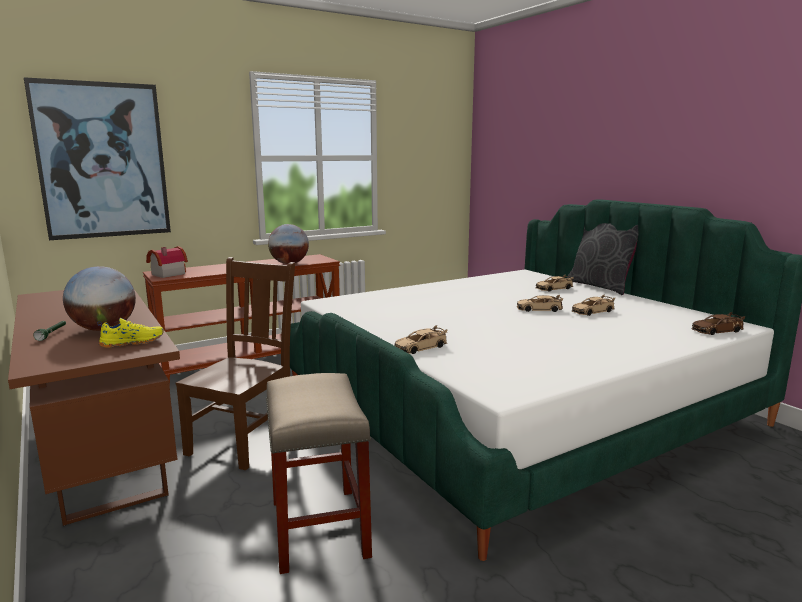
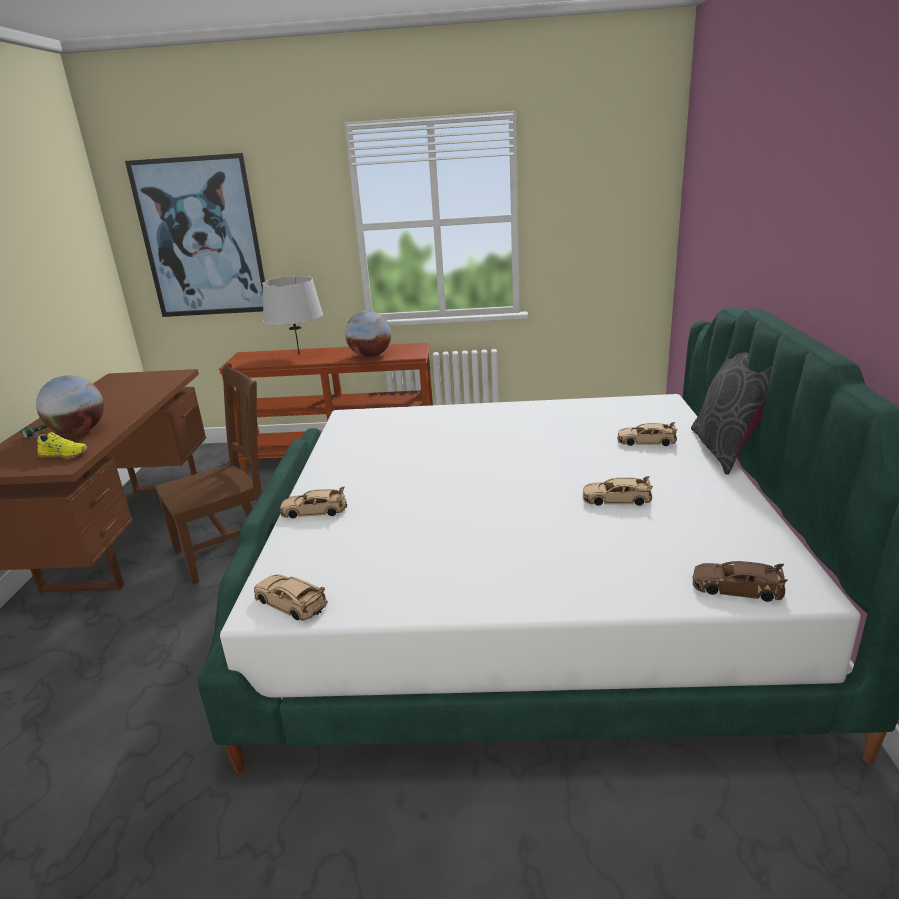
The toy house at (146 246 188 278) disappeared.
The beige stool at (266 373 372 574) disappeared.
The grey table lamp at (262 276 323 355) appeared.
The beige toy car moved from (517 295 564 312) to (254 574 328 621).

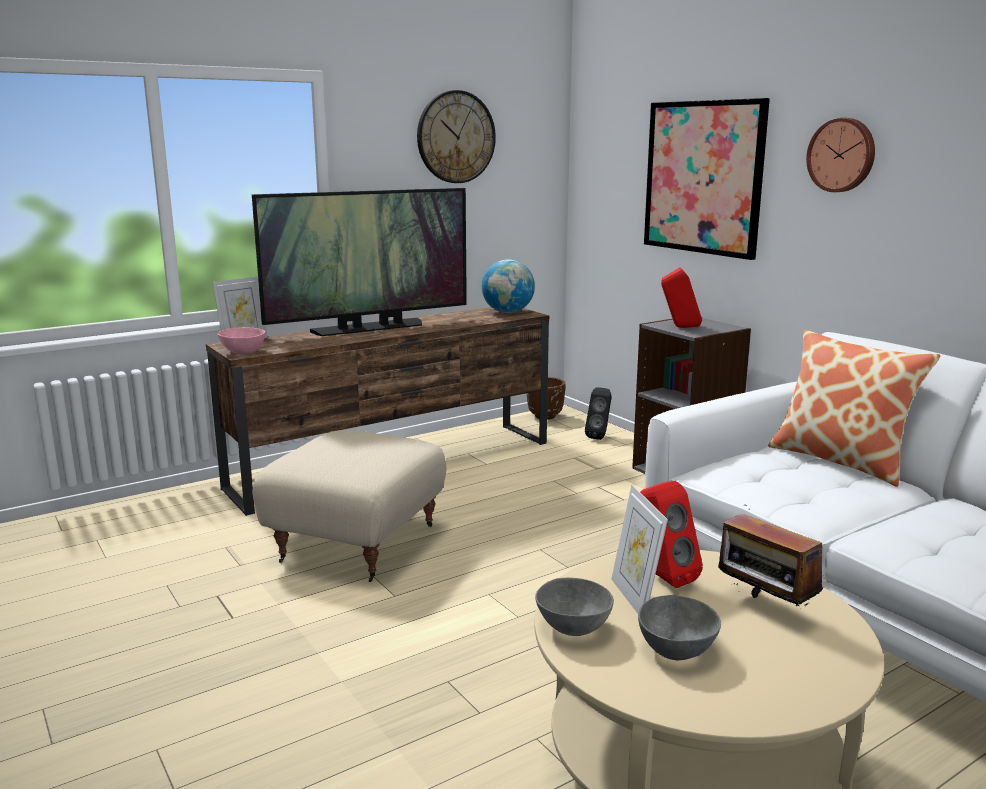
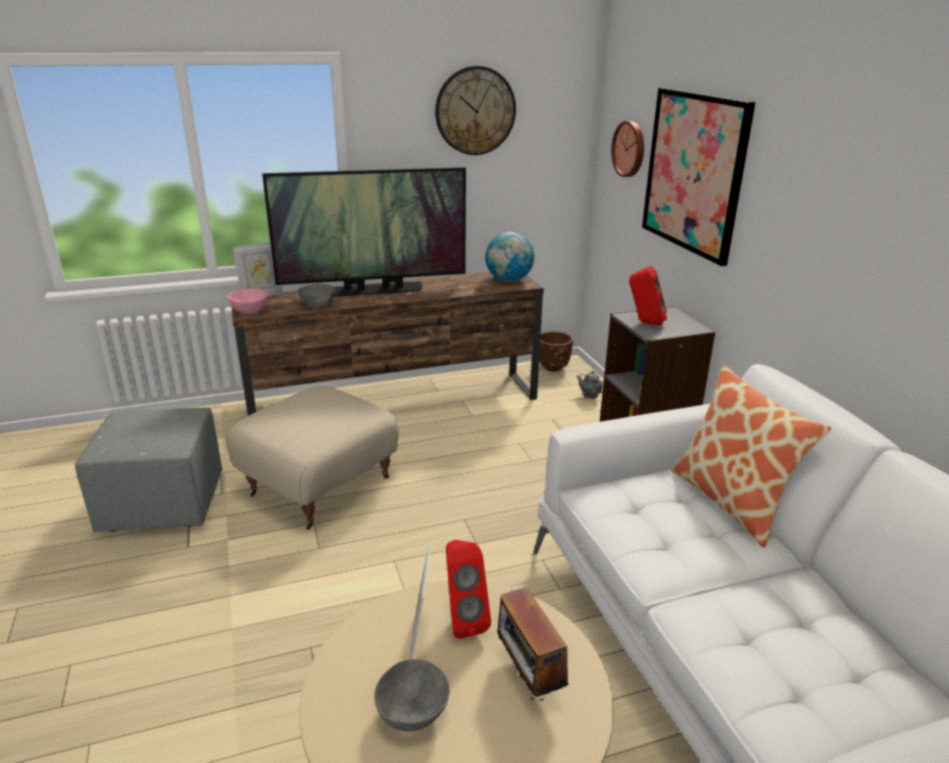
The grey ottoman at (75 408 222 532) appeared.
The grey bowl moved from (535 578 614 636) to (298 283 336 308).
The wall clock moved from (806 118 875 192) to (611 121 644 177).
The black speaker at (585 388 612 440) was replaced by the teapot at (576 371 604 399).

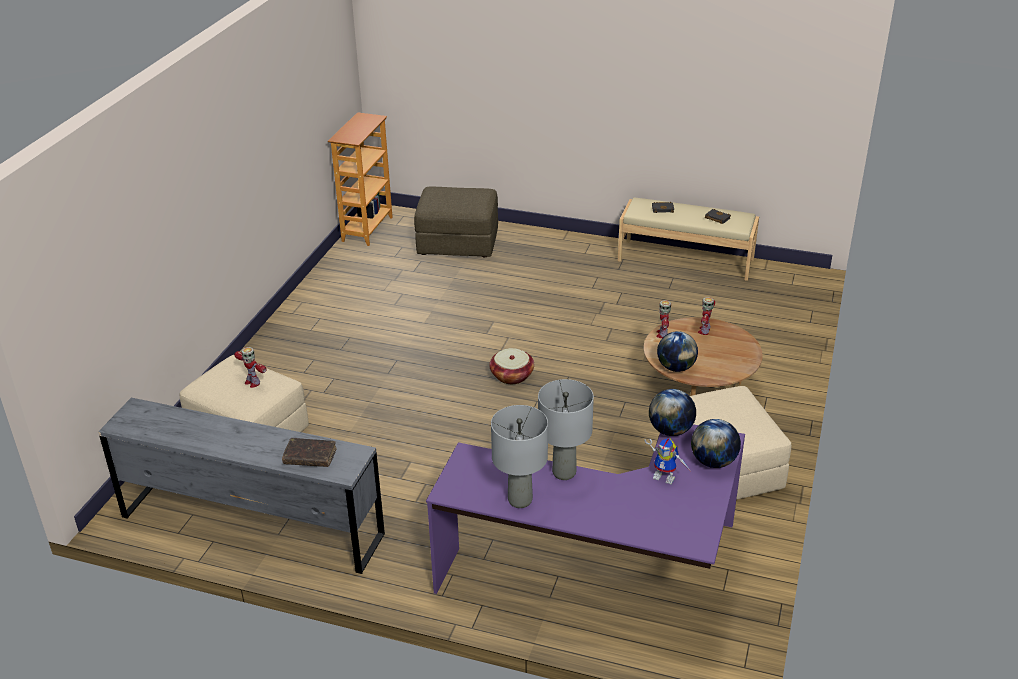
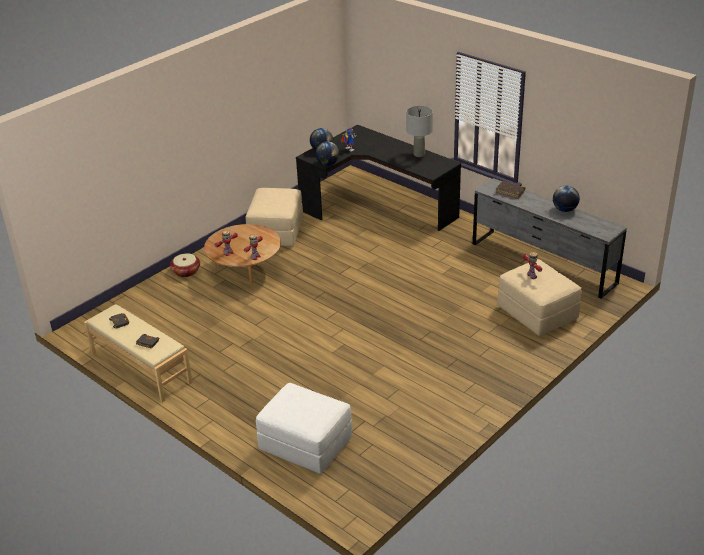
The bookcase at (328 112 393 246) disappeared.
The grey table lamp at (538 379 594 480) disappeared.
The basket moved from (489 348 534 384) to (170 253 200 277).
The globe moved from (657 331 698 372) to (553 186 580 212).
The brown ottoman at (414 187 498 258) became the white ottoman at (256 383 352 474).
The purple desk at (426 424 745 594) became the black desk at (296 124 461 231).

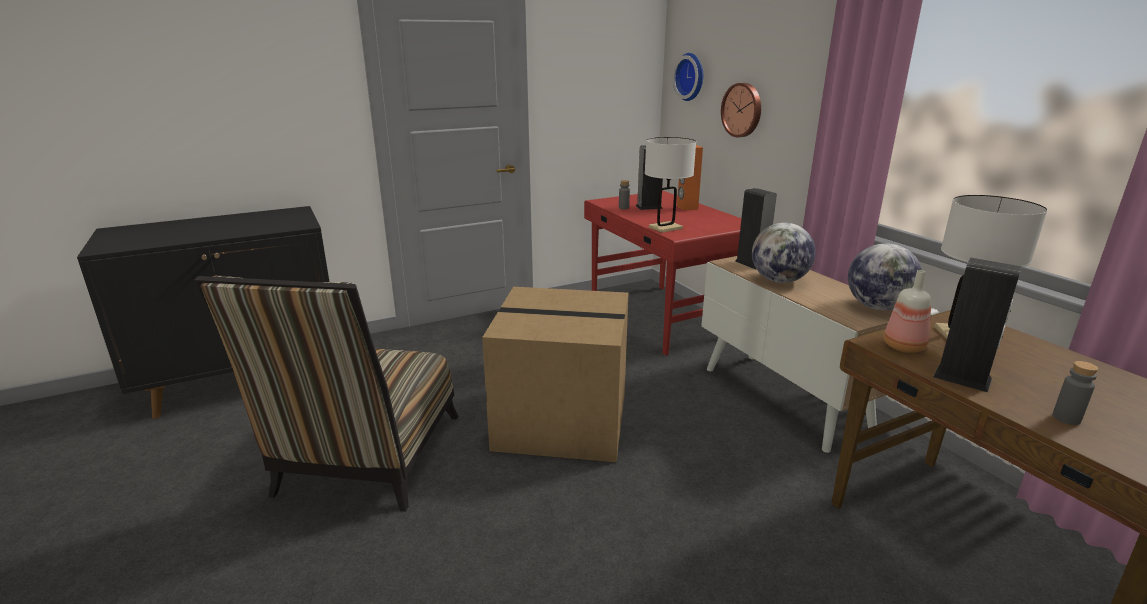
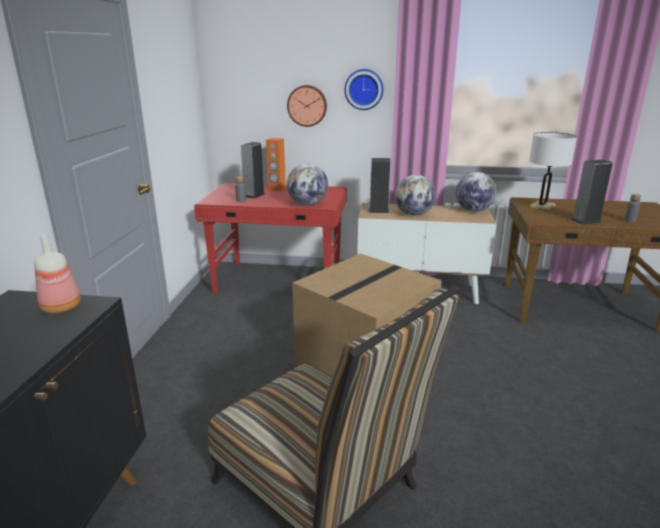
The wall clock moved from (673 53 703 101) to (344 69 383 110).
The bottle moved from (884 270 931 353) to (34 234 81 314).
The white table lamp at (645 137 696 233) was replaced by the globe at (287 163 328 205).

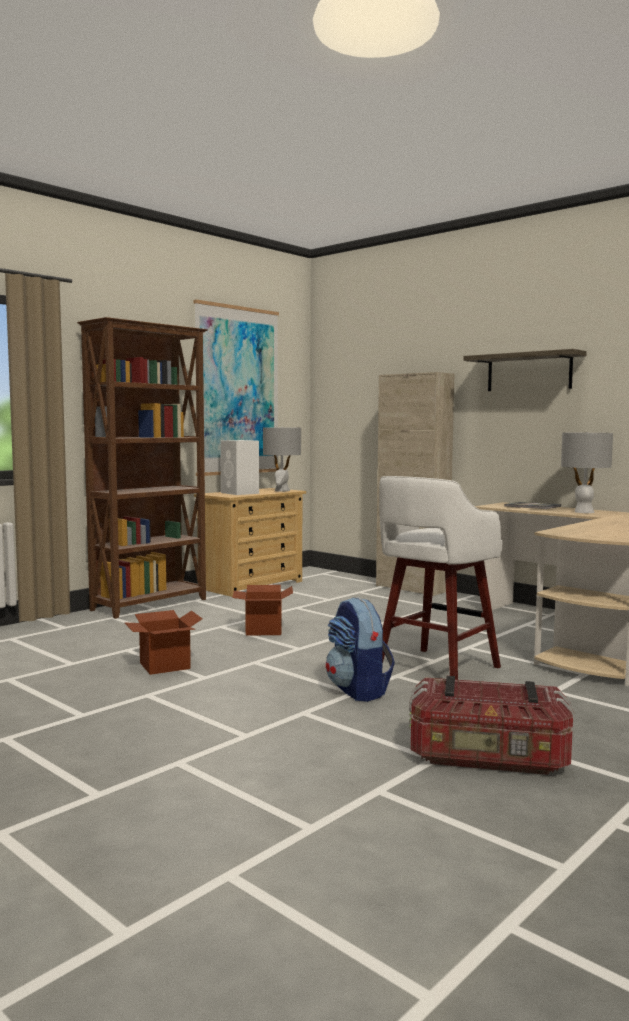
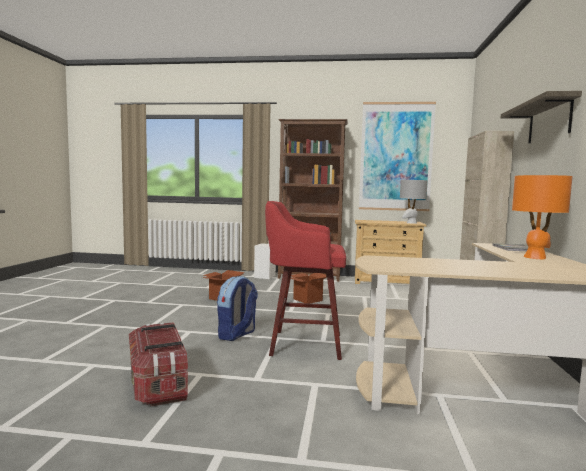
The white speaker moved from (220 440 259 495) to (254 243 276 279).
The white stool at (379 476 503 680) became the red stool at (265 201 346 360).
The grey table lamp at (561 432 613 513) became the orange table lamp at (512 175 573 259).

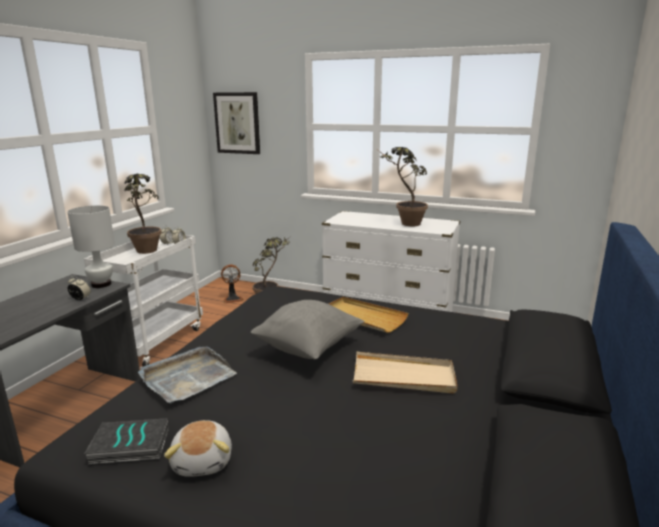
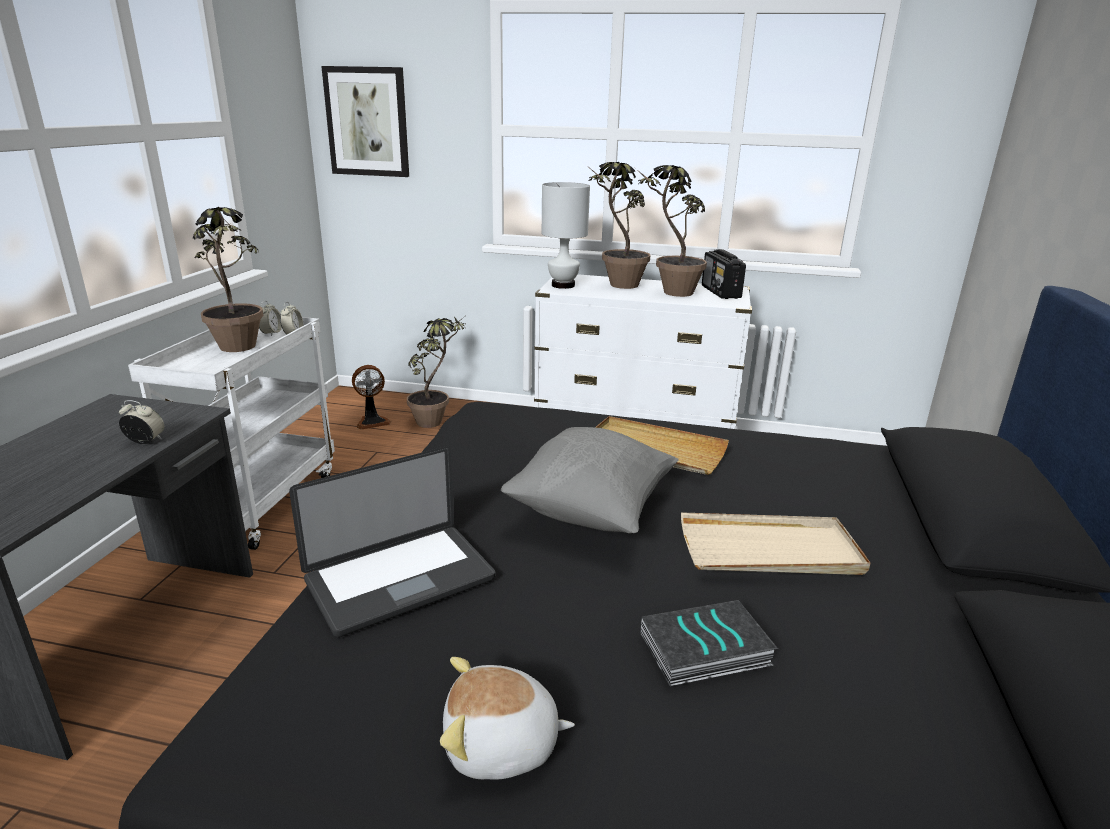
The potted plant at (588 162 651 289) appeared.
The radio at (702 249 746 299) appeared.
The white table lamp moved from (67 205 115 288) to (542 182 590 289).
The book moved from (84 418 169 464) to (641 600 778 686).
The grey tray at (138 347 237 404) was replaced by the laptop at (289 447 496 637).
The plush toy at (164 420 232 477) turned 105 degrees clockwise.

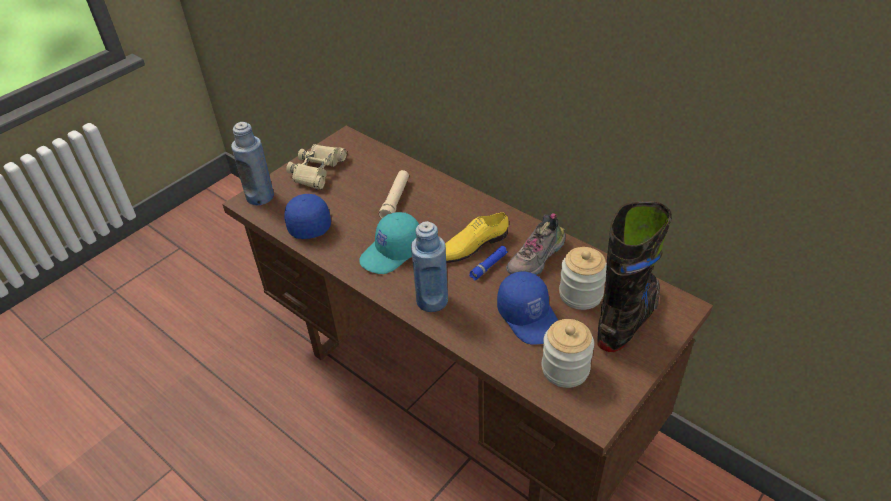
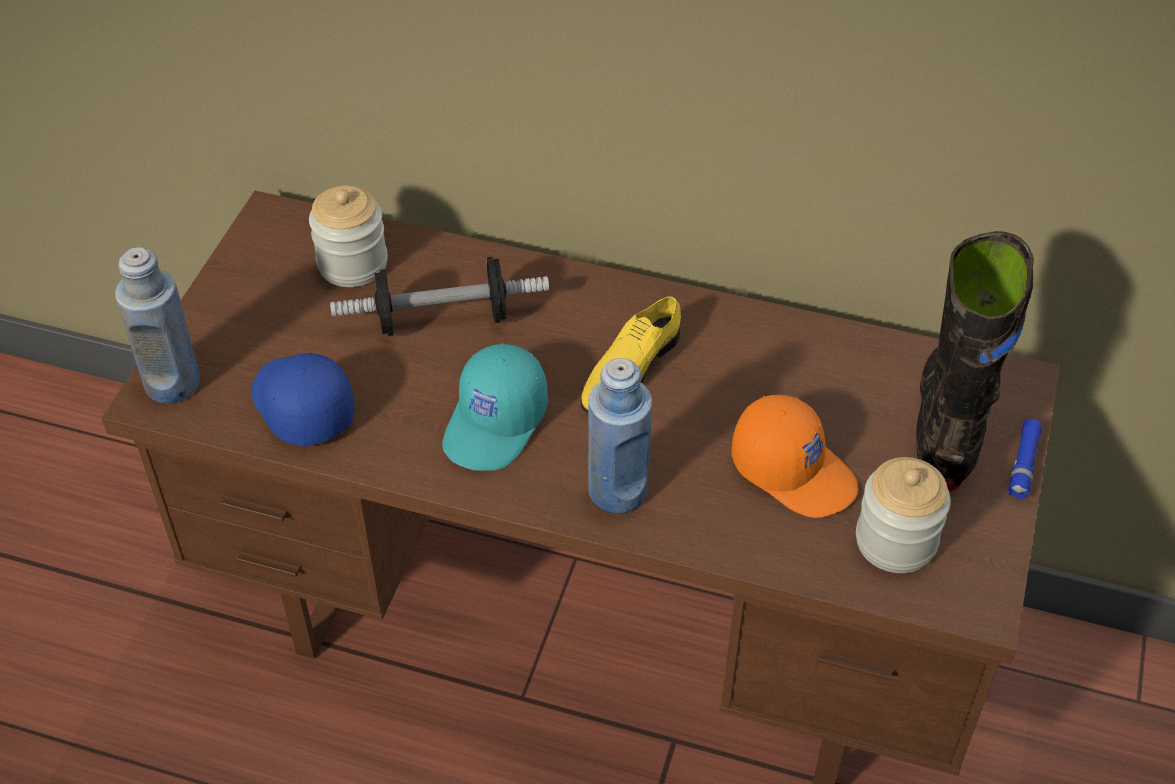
The beige binoculars at (286 144 347 190) disappeared.
The shoe at (506 213 566 275) disappeared.
The blue flashlight moved from (469 246 508 280) to (1008 419 1042 500).
The jar moved from (559 247 607 310) to (309 185 388 287).
The beige flashlight at (379 170 409 219) was replaced by the dumbbell at (330 257 549 336).
The blue cap at (497 271 558 345) became the orange cap at (731 395 858 518).

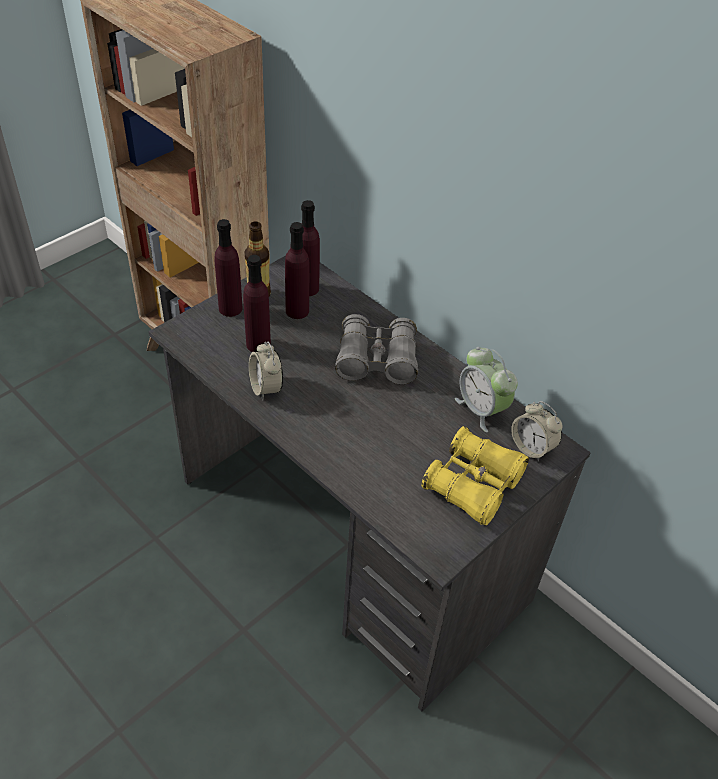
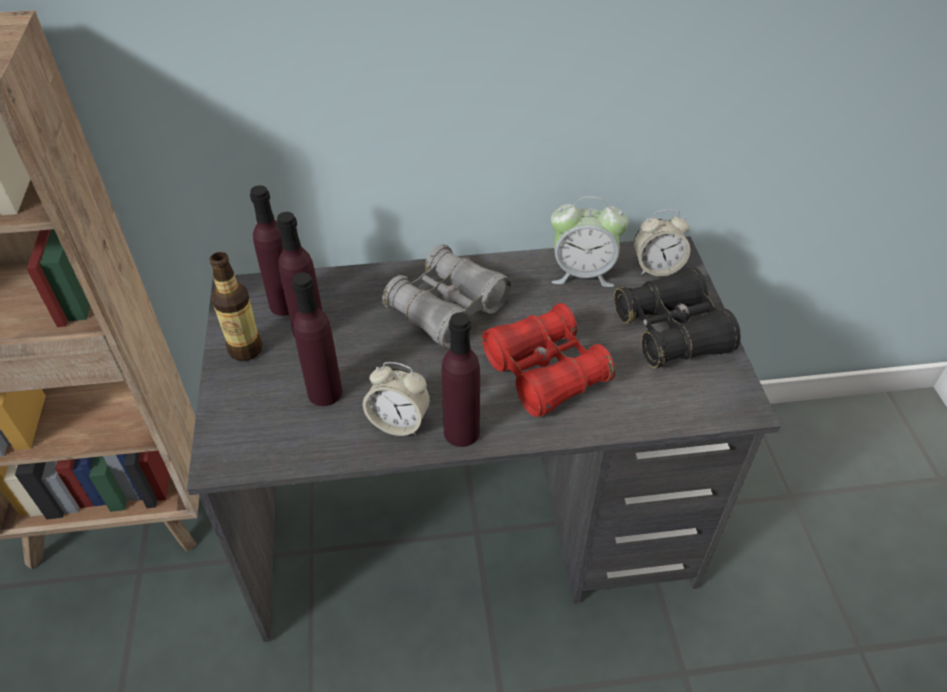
The red binoculars at (482 303 616 417) appeared.
The purple bottle moved from (214 219 242 317) to (442 312 480 447).
The yellow binoculars at (421 426 529 526) became the black binoculars at (614 267 741 368).

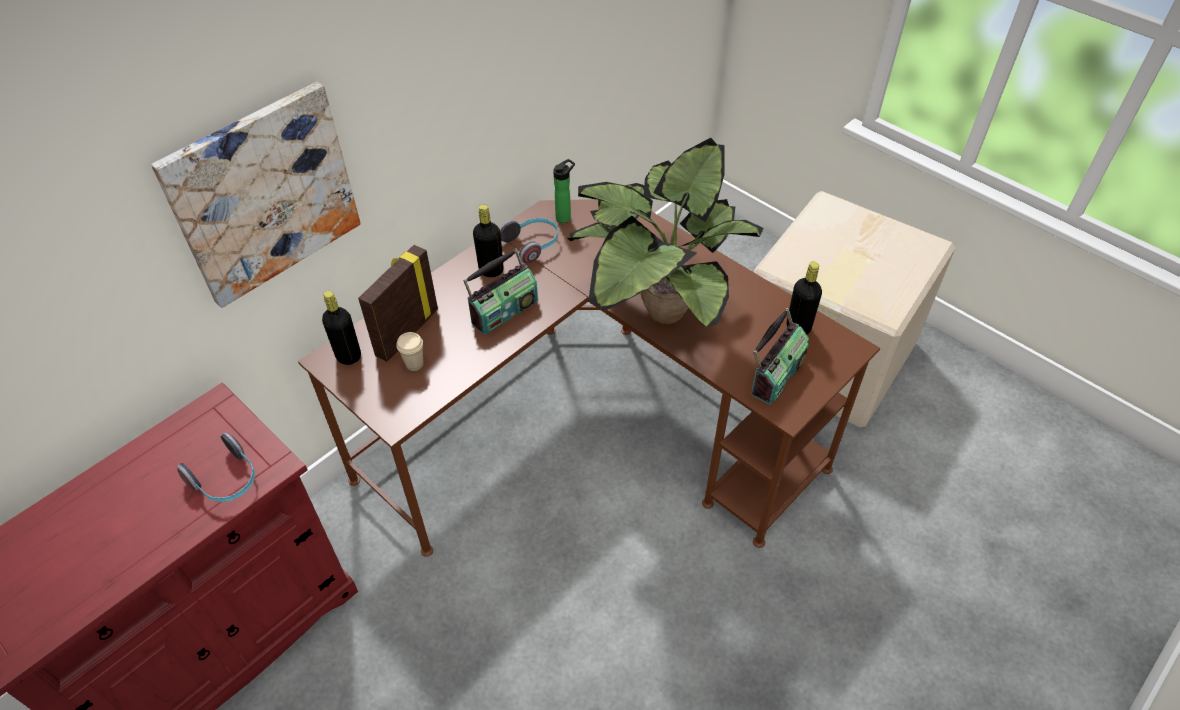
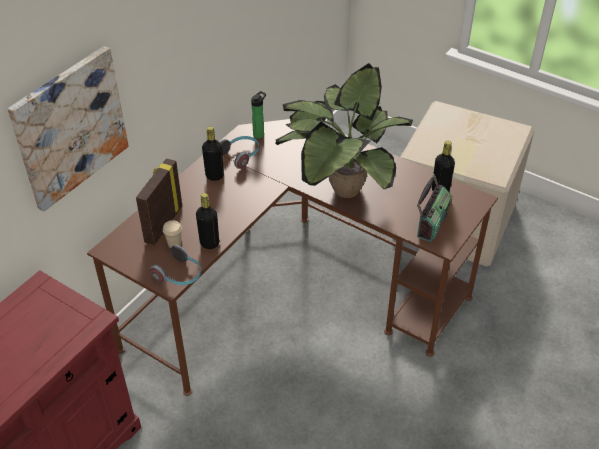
The radio at (463 249 538 335) disappeared.
The headphones moved from (177 433 255 502) to (150 245 201 285).
The black bottle moved from (322 291 361 365) to (196 193 219 249).

